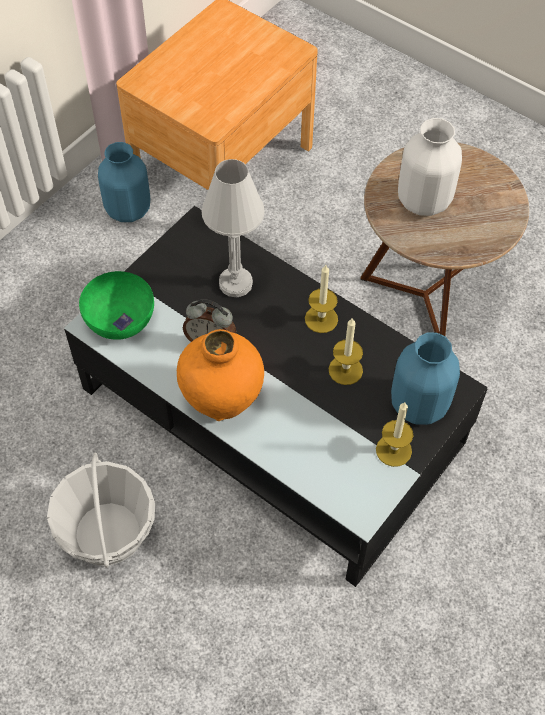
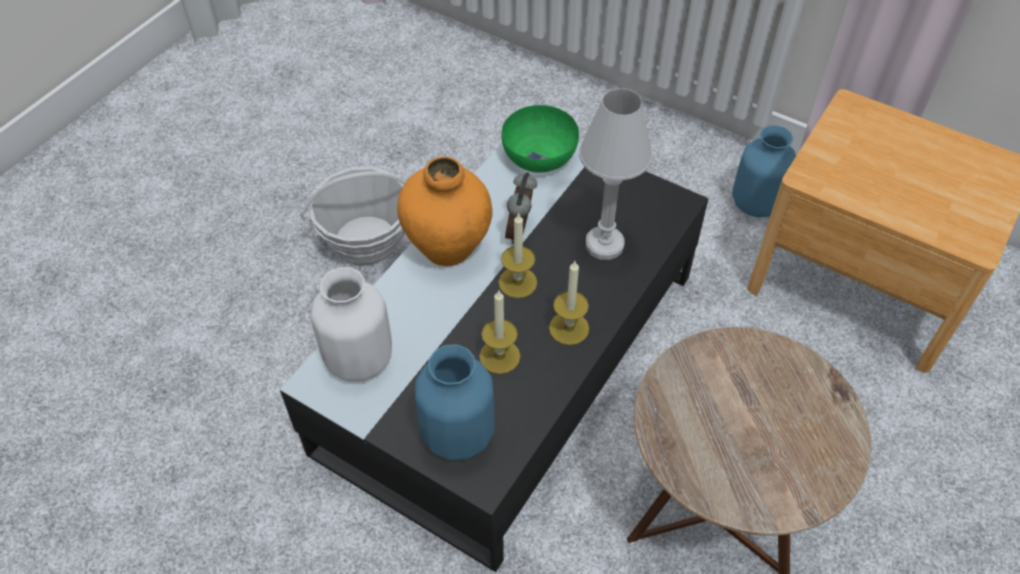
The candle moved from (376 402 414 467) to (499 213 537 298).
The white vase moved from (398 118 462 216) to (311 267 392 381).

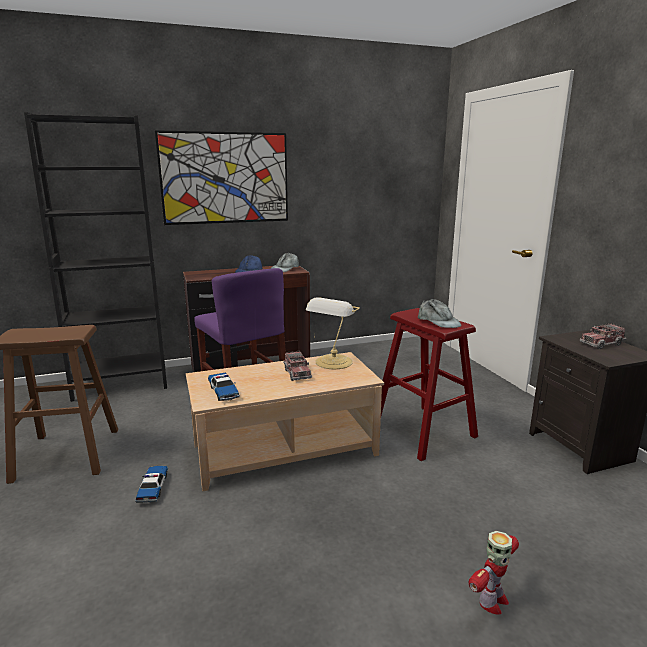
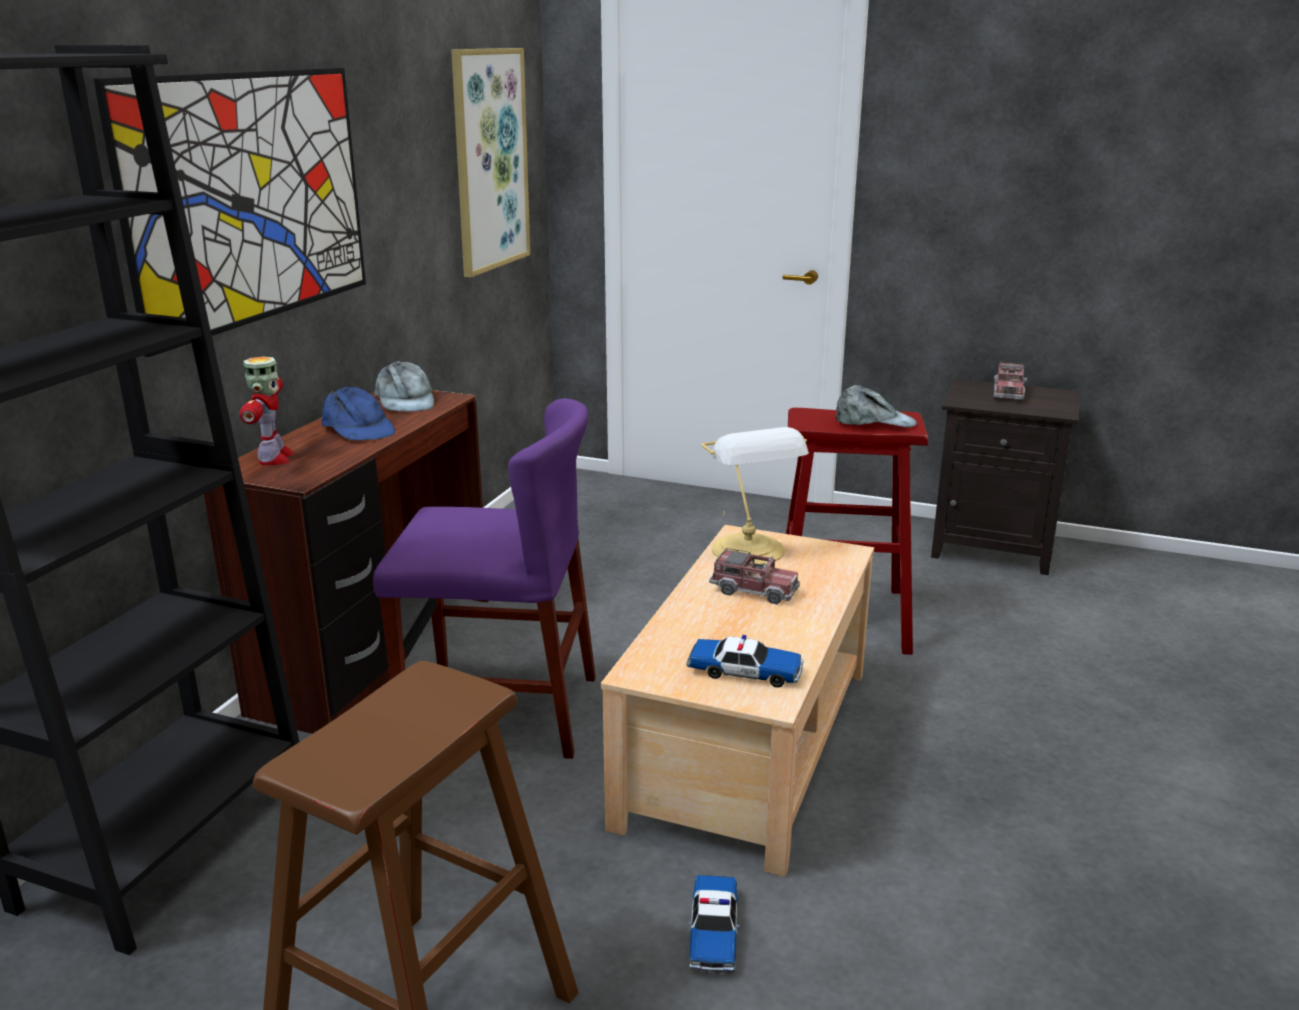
The picture at (451 48 530 278) appeared.
The toy robot moved from (469 531 519 615) to (239 356 294 465).
The toy car at (136 465 168 503) turned 120 degrees counterclockwise.

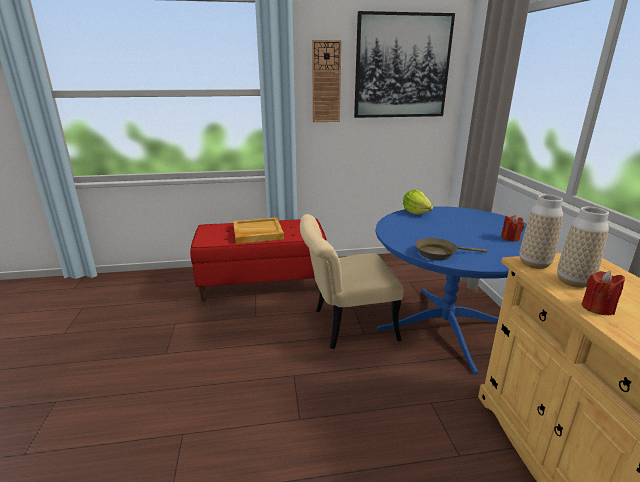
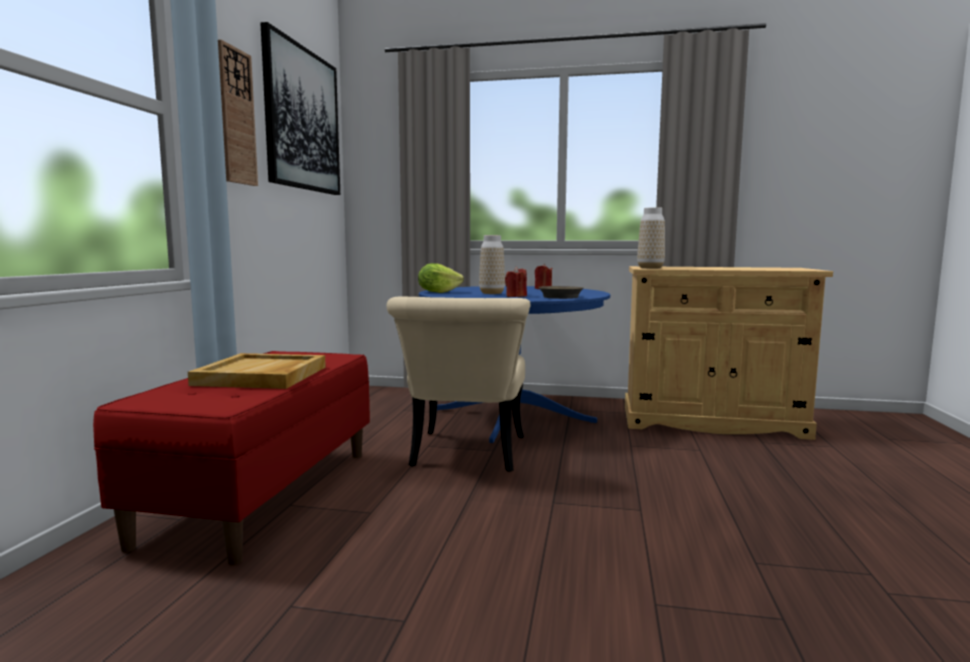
The vase moved from (557 207 609 288) to (479 235 505 294).
The red candle moved from (582 271 625 315) to (505 267 527 297).

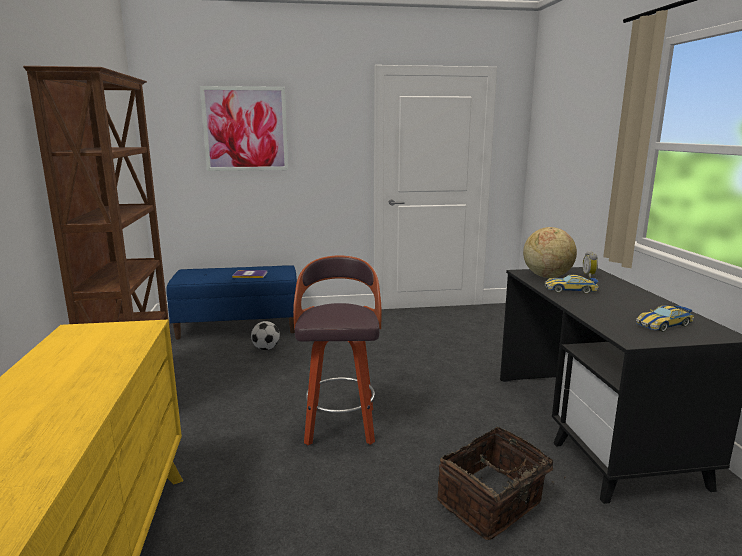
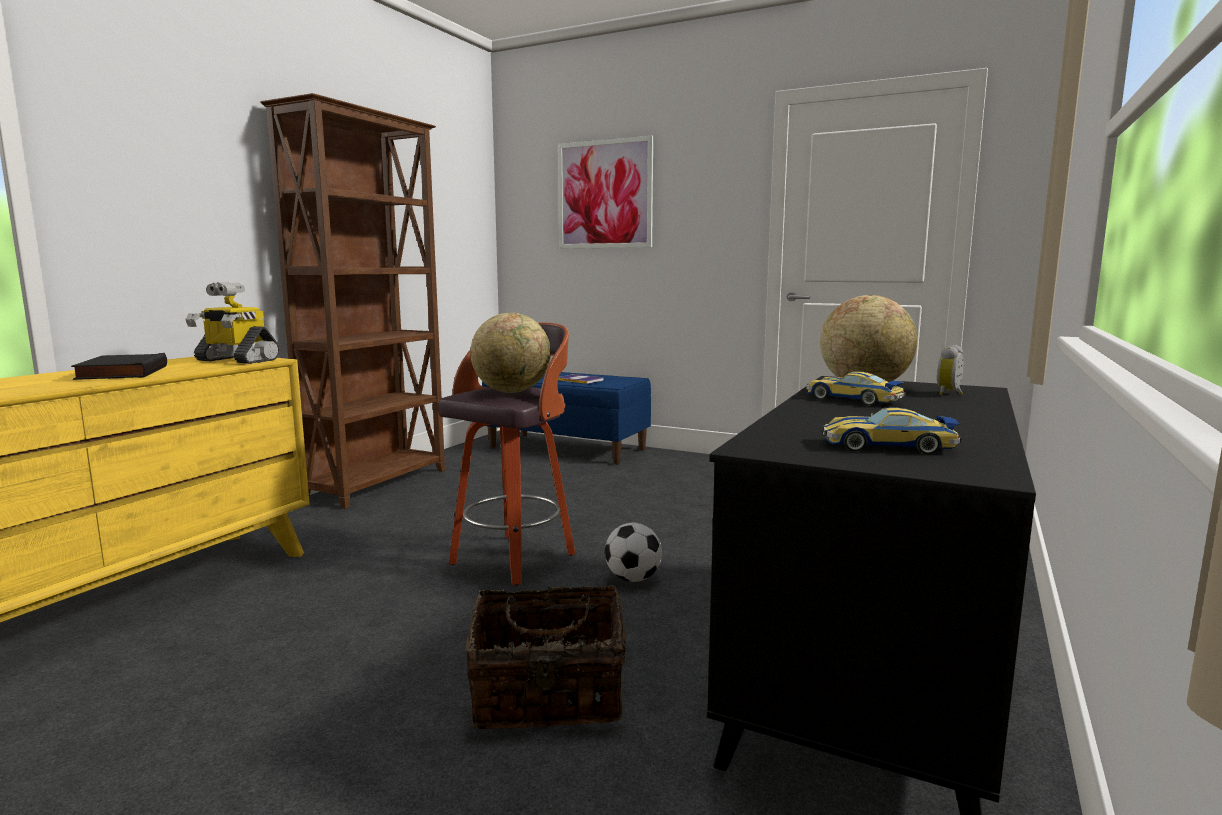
The black book at (71 353 167 380) appeared.
The toy robot at (186 282 280 364) appeared.
The globe at (470 313 551 393) appeared.
The football moved from (251 321 280 350) to (605 523 662 582).

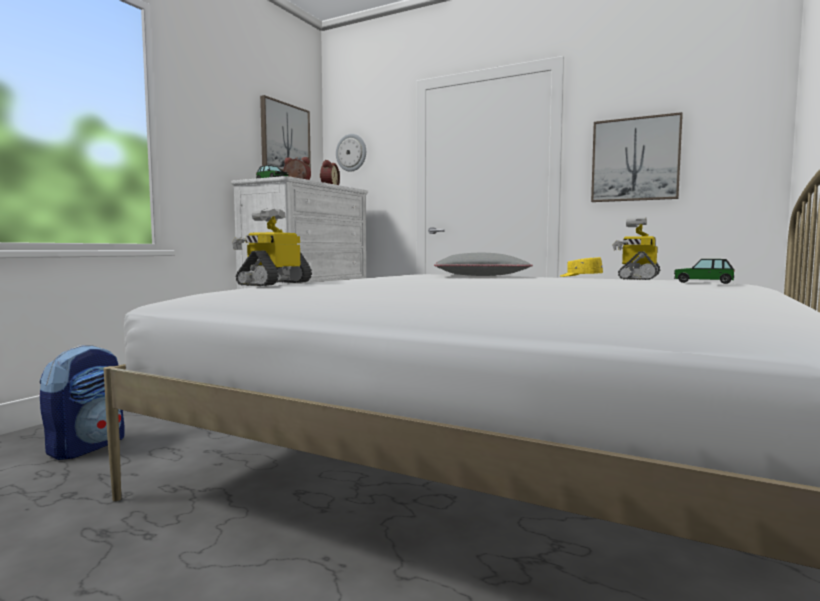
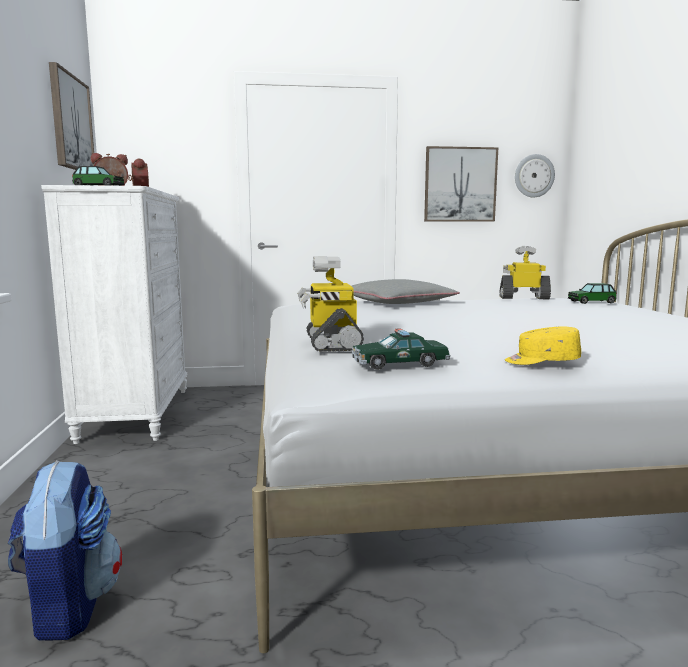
The toy car at (352 328 450 370) appeared.
The wall clock moved from (336 134 366 172) to (515 154 555 198).
The yellow cap moved from (560 257 603 277) to (505 327 581 365).
The toy robot at (612 216 660 280) turned 105 degrees clockwise.

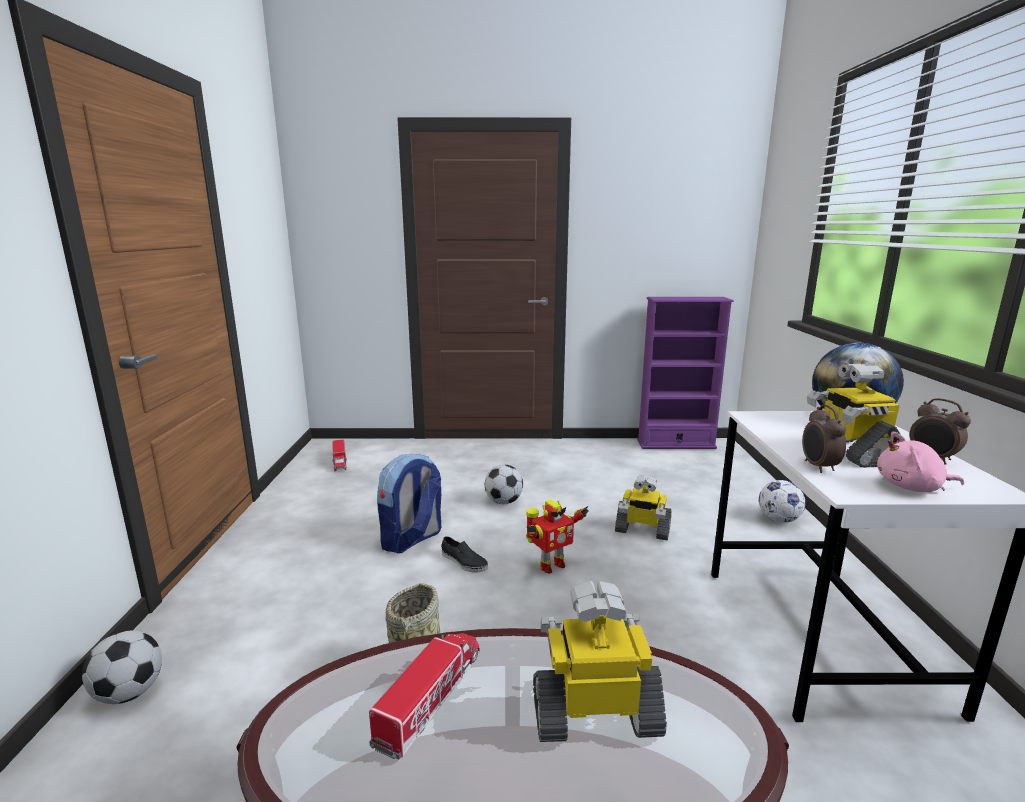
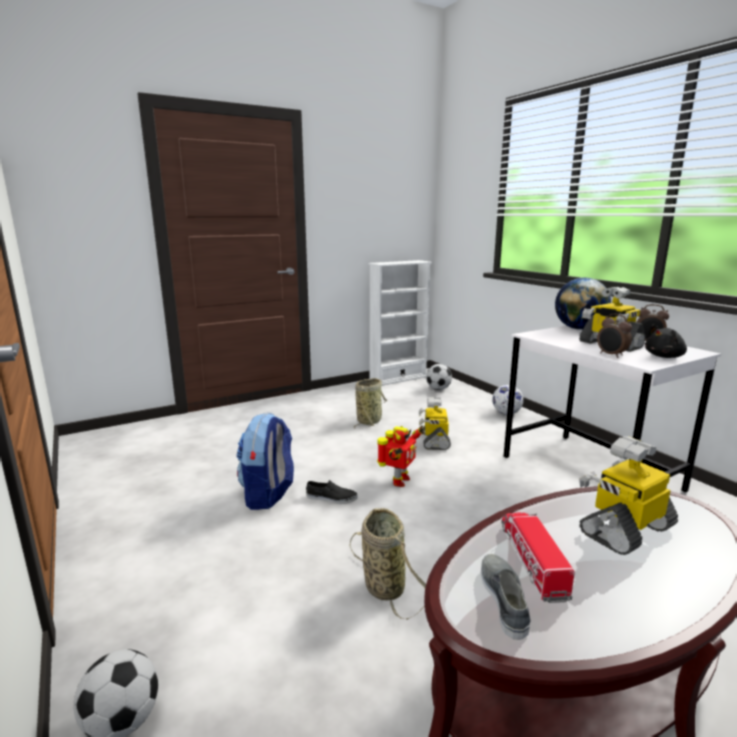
The toy truck at (332 439 347 471) disappeared.
The basket at (353 378 387 429) appeared.
The grey shoe at (481 554 531 640) appeared.
The football moved from (485 464 523 504) to (426 364 452 390).
The purple bookcase at (637 297 734 449) became the white bookcase at (369 260 432 386).
The pink plush toy at (877 432 965 492) became the black plush toy at (645 325 687 358).
The toy robot at (615 475 671 541) turned 105 degrees clockwise.

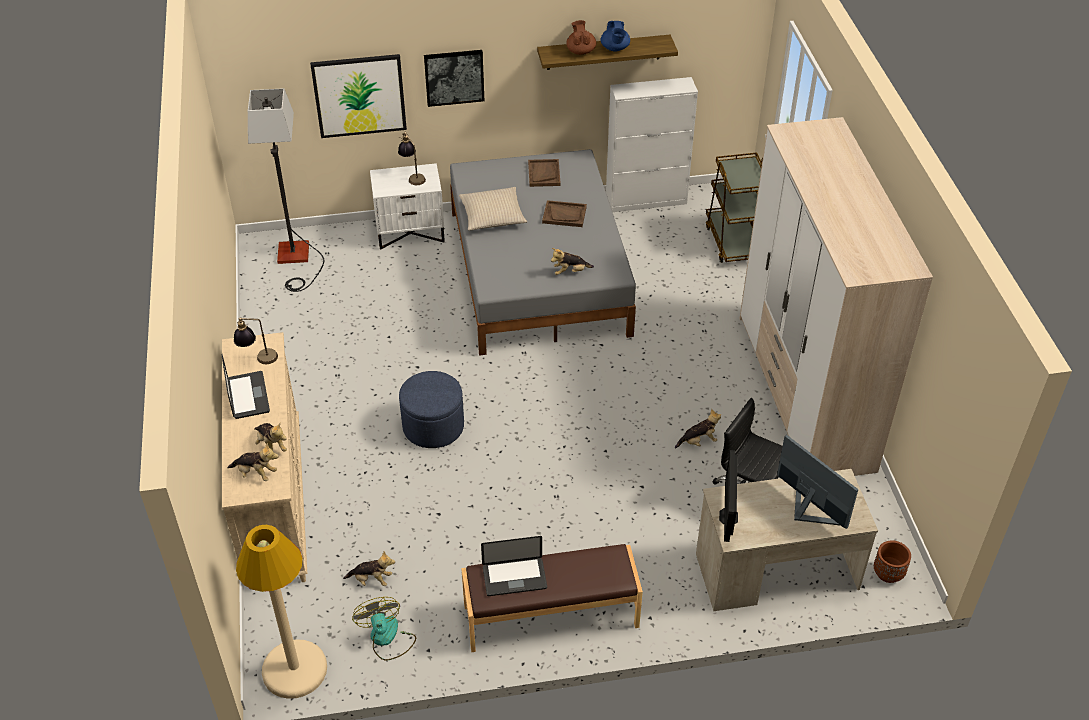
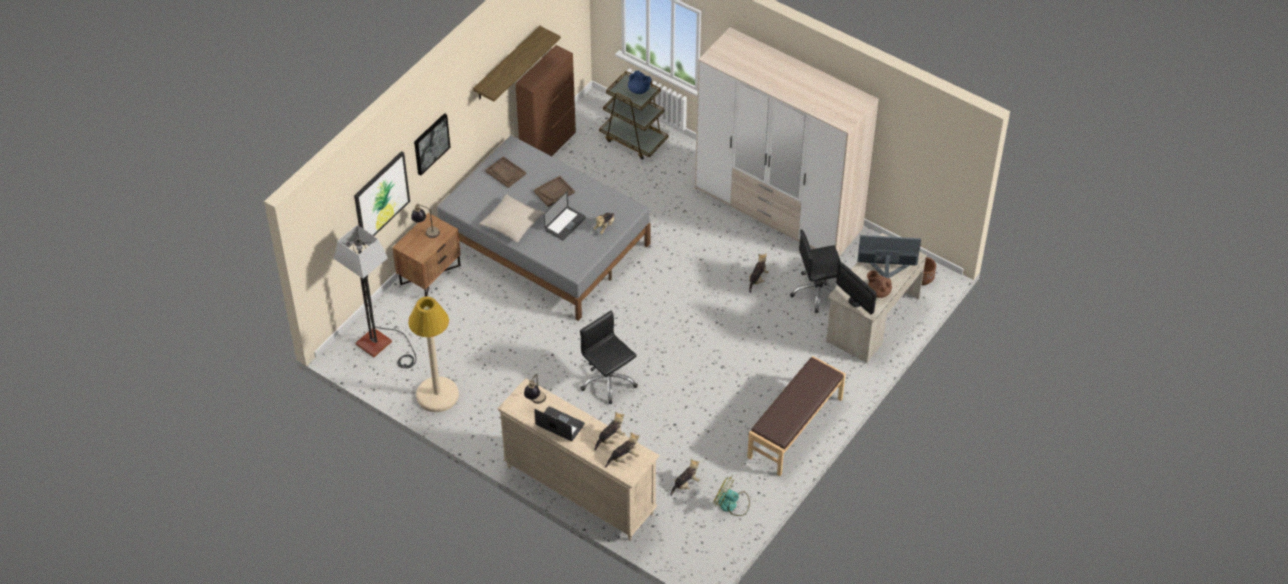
The beige floor lamp moved from (236 525 327 699) to (408 297 459 412).
The laptop moved from (481 536 547 596) to (544 191 586 240).
The brown teapot moved from (566 20 596 55) to (867 271 892 298).
The blue teapot moved from (600 21 630 51) to (628 70 652 94).
The blue ottoman at (399 371 464 448) was replaced by the black office chair at (580 310 638 404).
The white nightstand at (370 163 445 250) became the brown nightstand at (393 213 461 297).
The white cabinet at (606 77 698 212) became the brown cabinet at (515 45 576 156).
The plush toy at (254 423 287 451) turned 45 degrees counterclockwise.

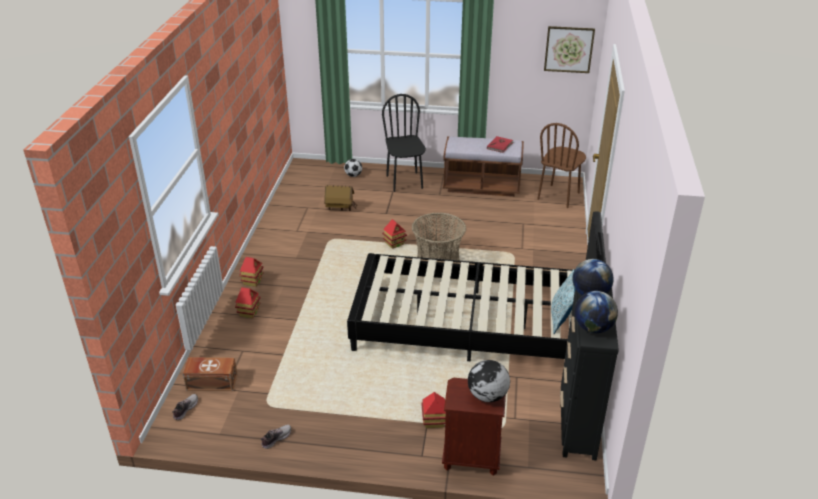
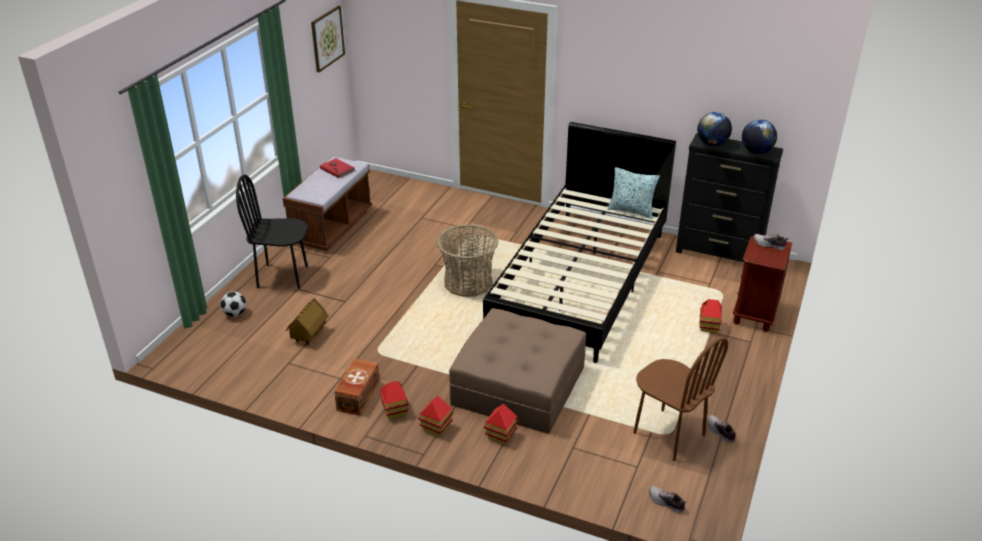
The brown ottoman at (449 308 586 434) appeared.
The brown storage box moved from (183 357 238 391) to (334 359 380 416).
The toy house moved from (382 219 407 249) to (380 381 409 419).
The brown chair moved from (537 123 586 208) to (633 337 728 461).
The globe at (468 360 510 402) was replaced by the shoe at (754 234 789 250).

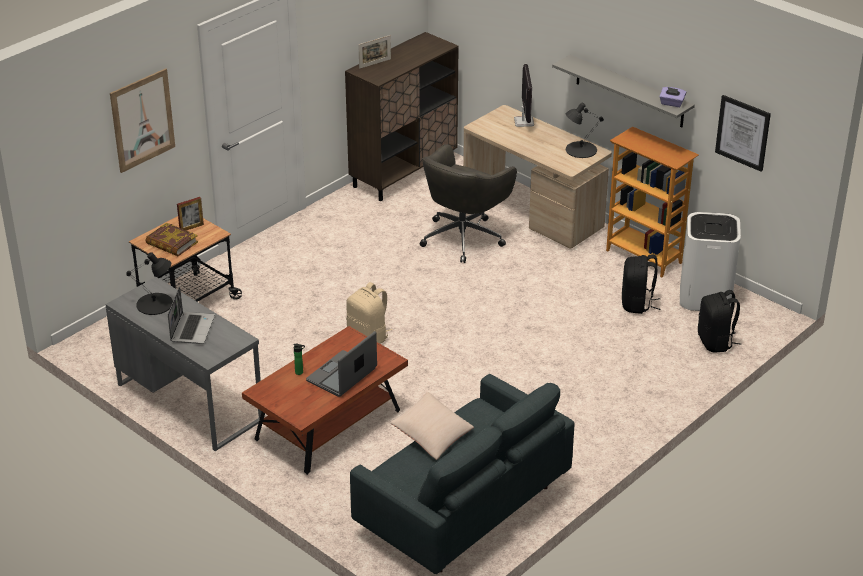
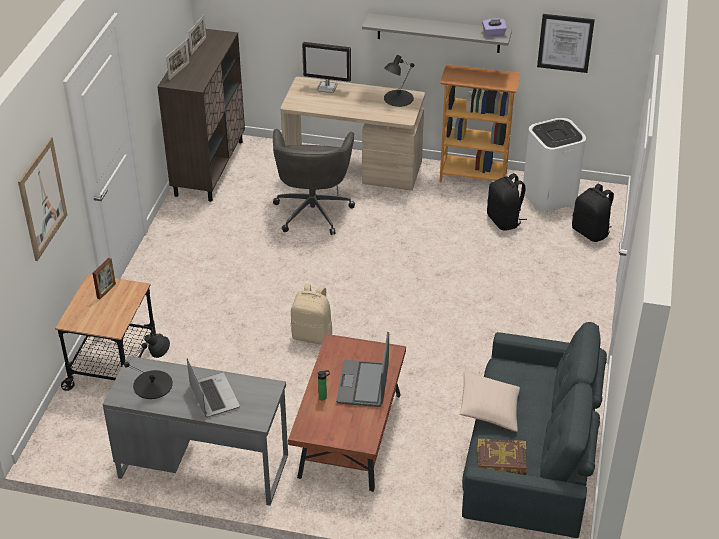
The picture frame at (189 15 206 55) appeared.
The book moved from (146 223 198 256) to (477 438 527 475).
The monitor at (514 64 534 127) turned 135 degrees clockwise.

